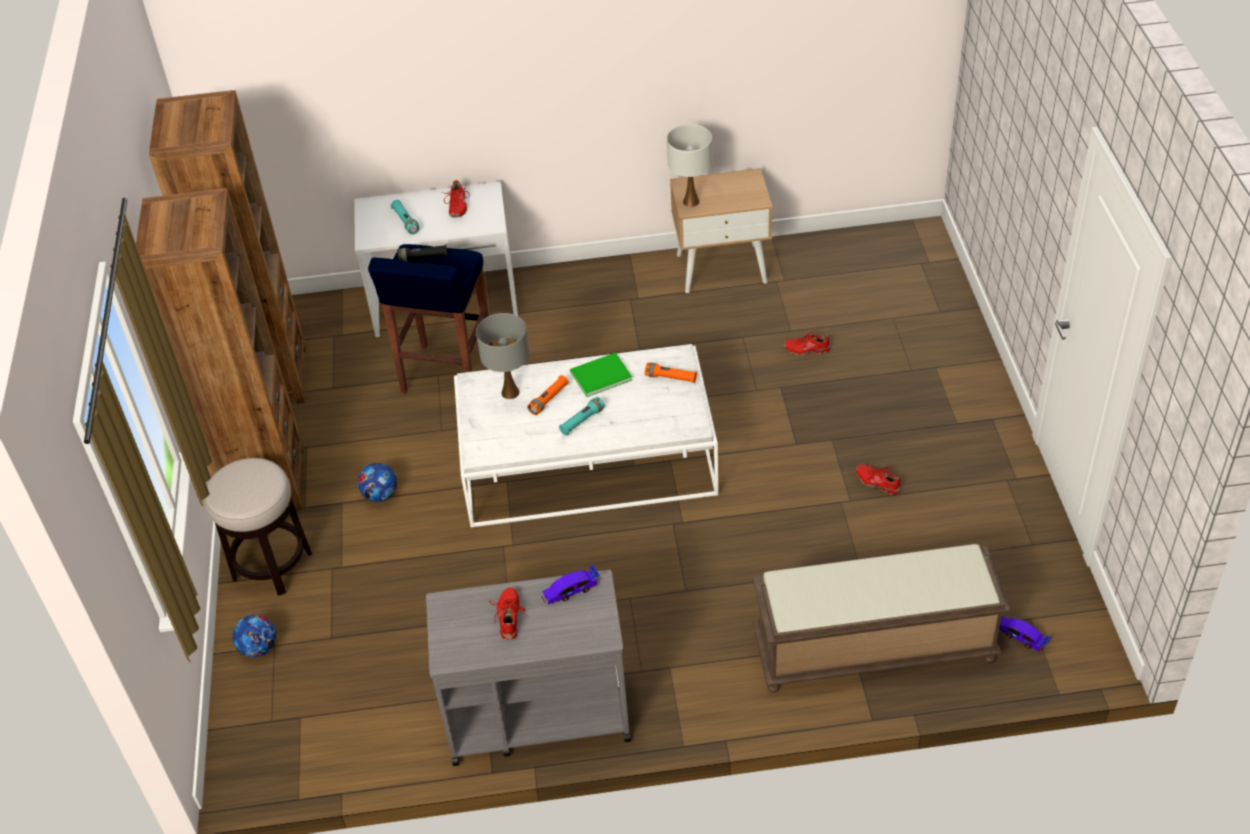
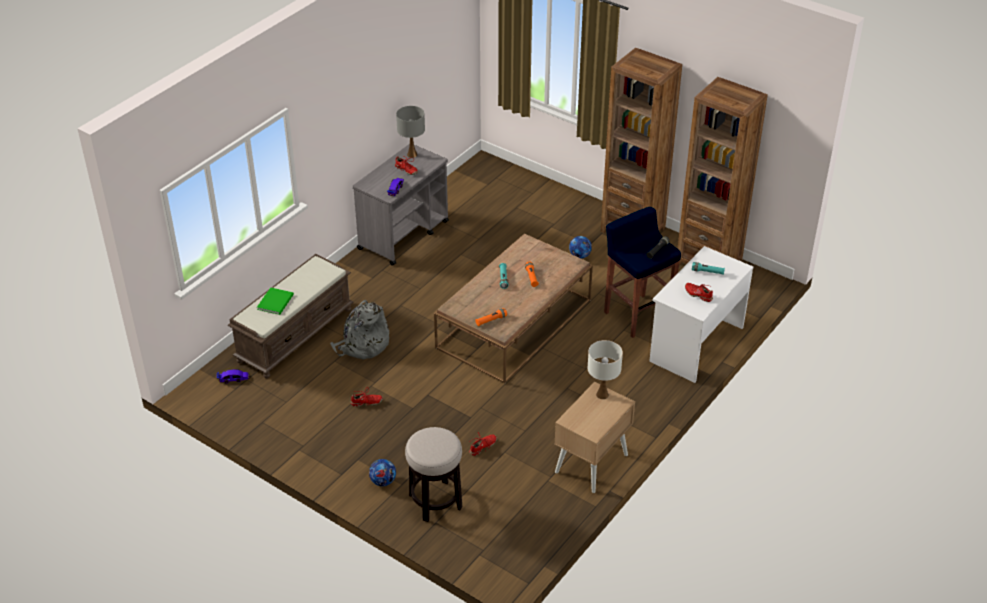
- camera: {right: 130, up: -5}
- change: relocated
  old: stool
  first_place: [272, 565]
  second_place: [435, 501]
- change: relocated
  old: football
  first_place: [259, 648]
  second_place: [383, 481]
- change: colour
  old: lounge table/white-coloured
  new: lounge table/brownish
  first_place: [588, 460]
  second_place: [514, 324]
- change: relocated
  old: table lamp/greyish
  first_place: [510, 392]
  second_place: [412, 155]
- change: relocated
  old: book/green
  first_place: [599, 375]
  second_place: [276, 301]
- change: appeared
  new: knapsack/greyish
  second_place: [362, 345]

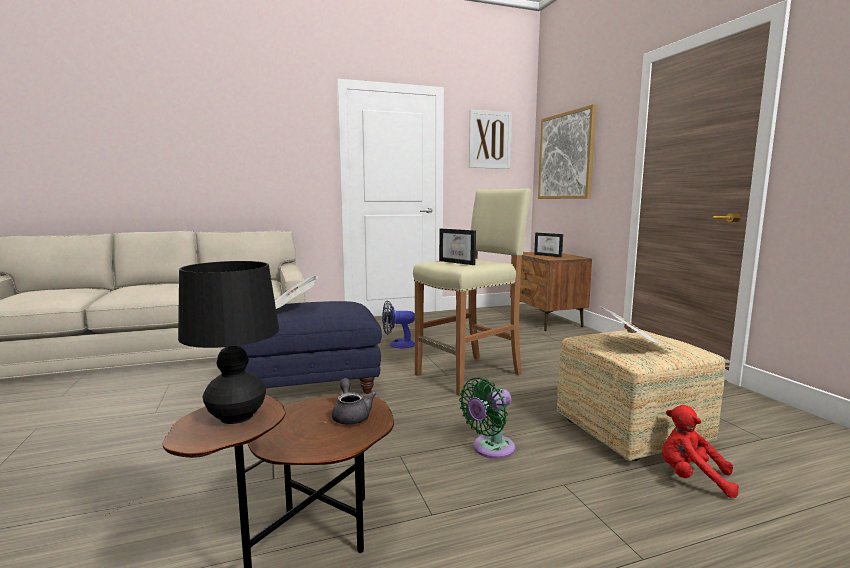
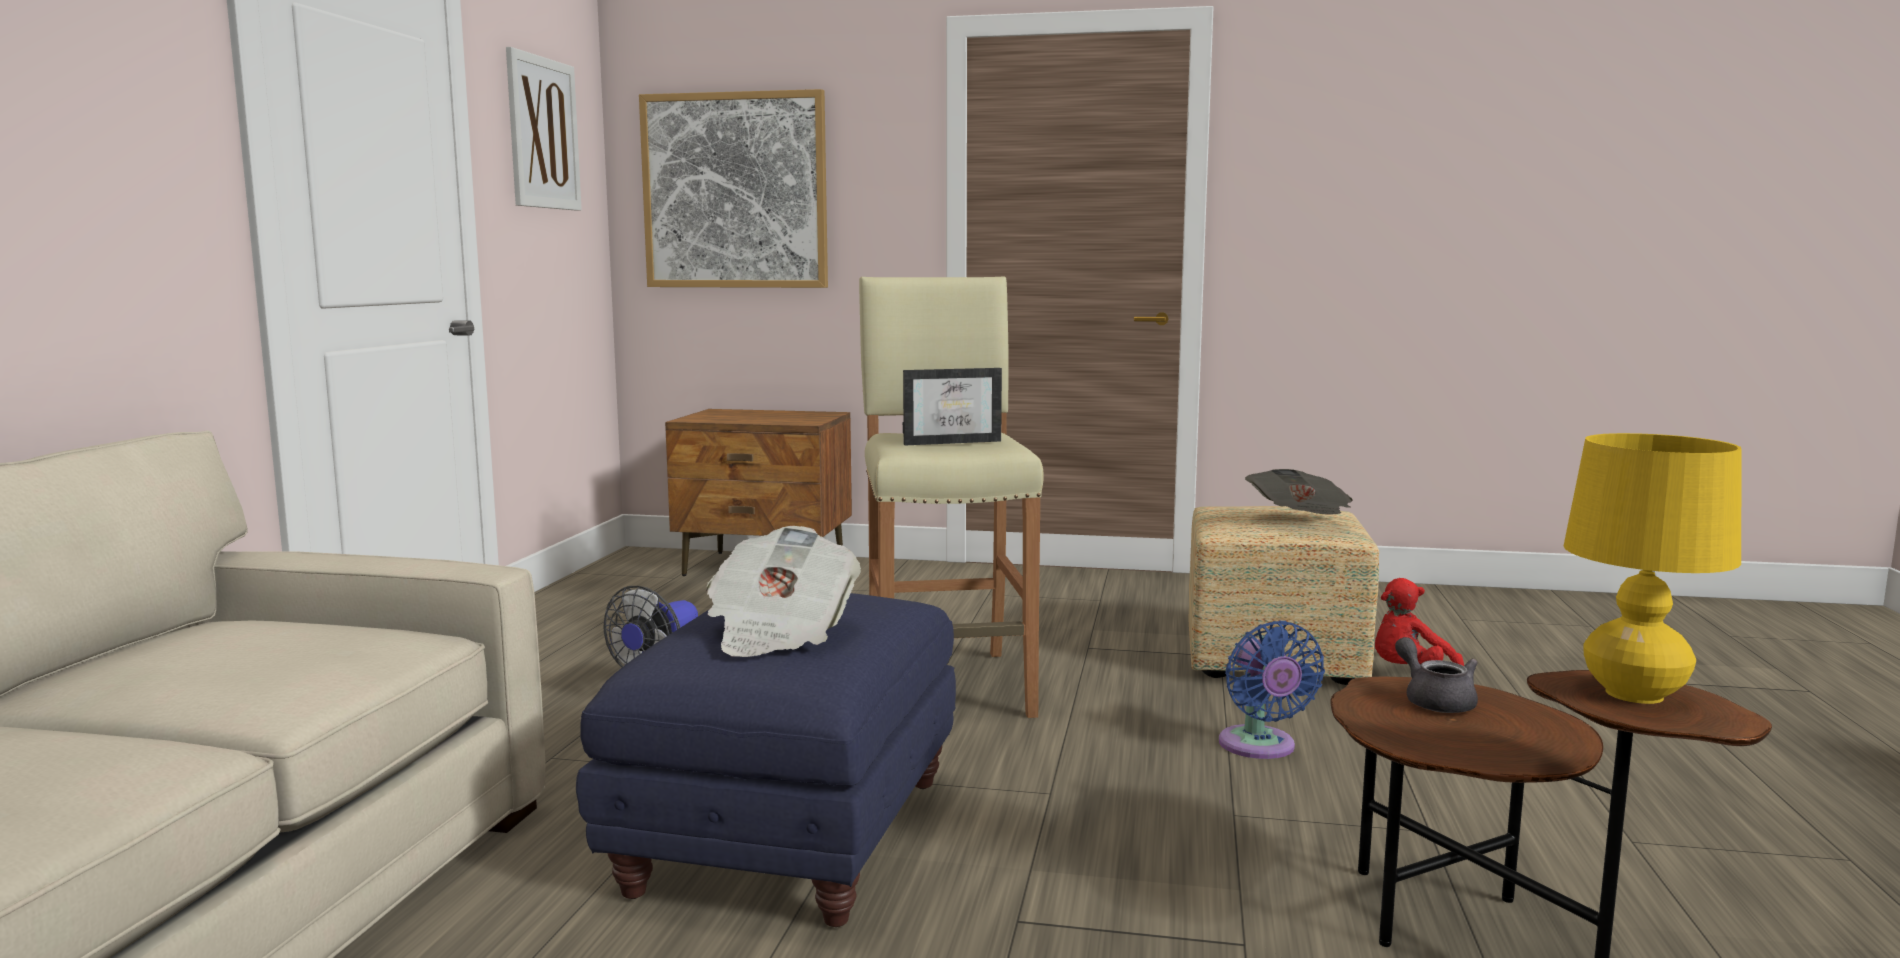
- camera: {right: -60, up: 0}
- change: colour
  old: table lamp/blackish
  new: table lamp/yellow
  first_place: [236, 416]
  second_place: [1634, 694]
- change: spun
  old: pot for tea/greyish
  first_place: [351, 415]
  second_place: [1435, 701]
  degrees: 60
- change: colour
  old: fan/green
  new: fan/bluish
  first_place: [490, 449]
  second_place: [1260, 747]
- change: missing
  old: picture frame
  first_place: [550, 255]

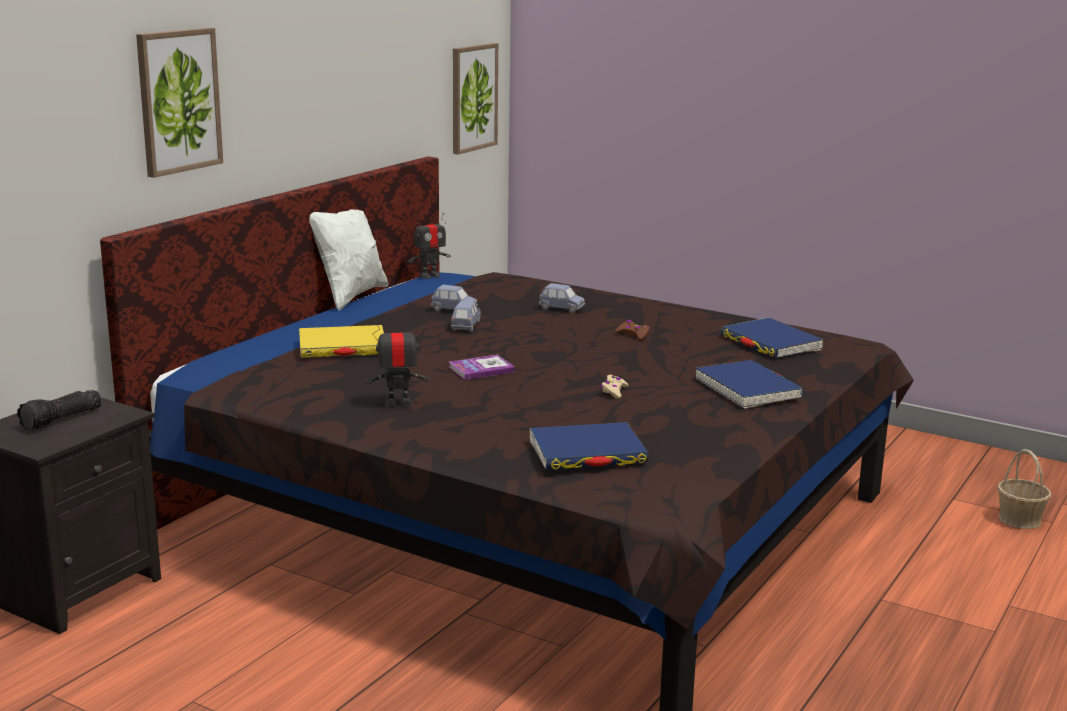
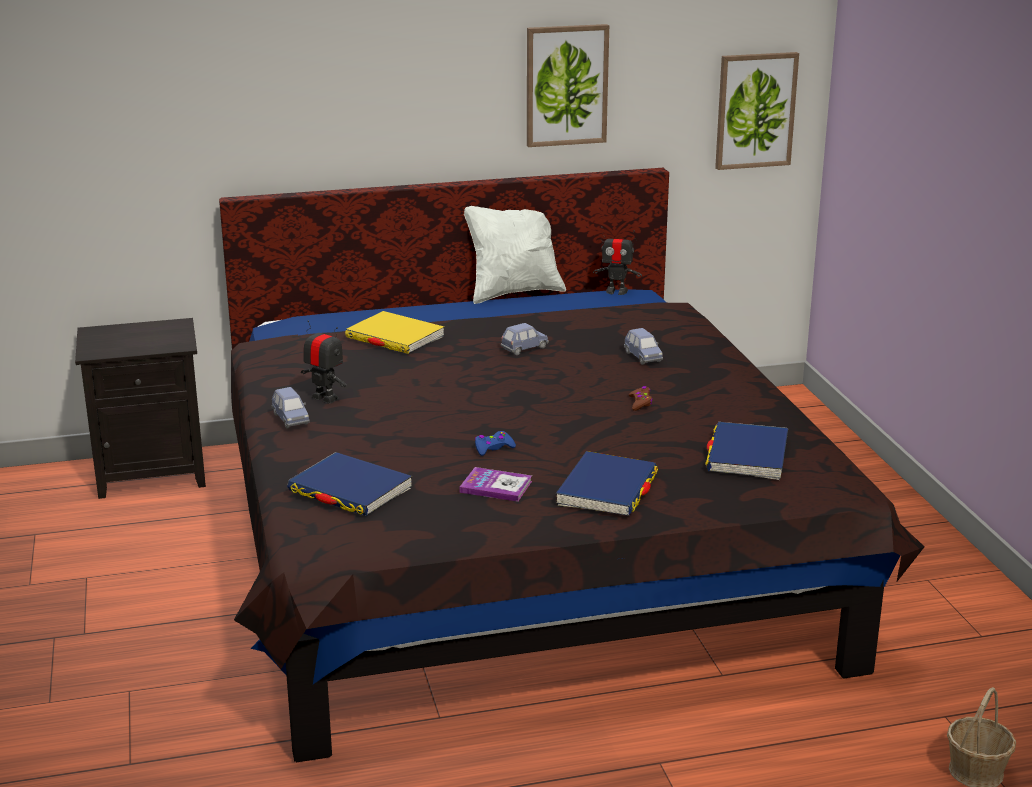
- camera: {right: 45, up: 5}
- change: missing
  old: hand torch
  first_place: [62, 420]
- change: relocated
  old: wall art
  first_place: [178, 101]
  second_place: [566, 85]
- change: relocated
  old: toy car/bluish
  first_place: [454, 310]
  second_place: [290, 419]
- change: relocated
  old: book
  first_place: [481, 369]
  second_place: [496, 486]
- change: colour
  old: game controller/beige-coloured
  new: game controller/bluish
  first_place: [613, 391]
  second_place: [493, 448]

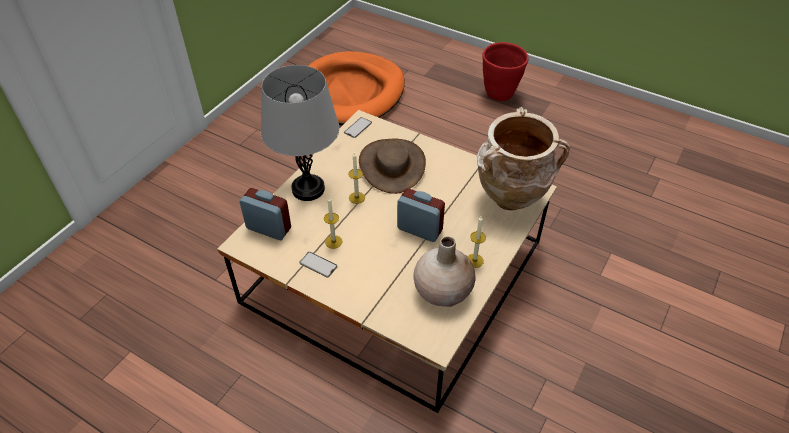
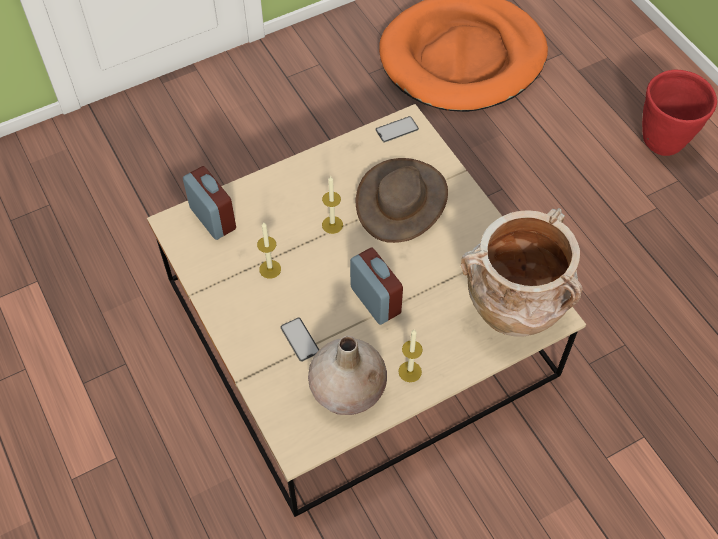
- camera: {right: 30, up: 10}
- change: missing
  old: table lamp/greyish
  first_place: [308, 189]
- change: relocated
  old: telephone
  first_place: [318, 264]
  second_place: [300, 339]

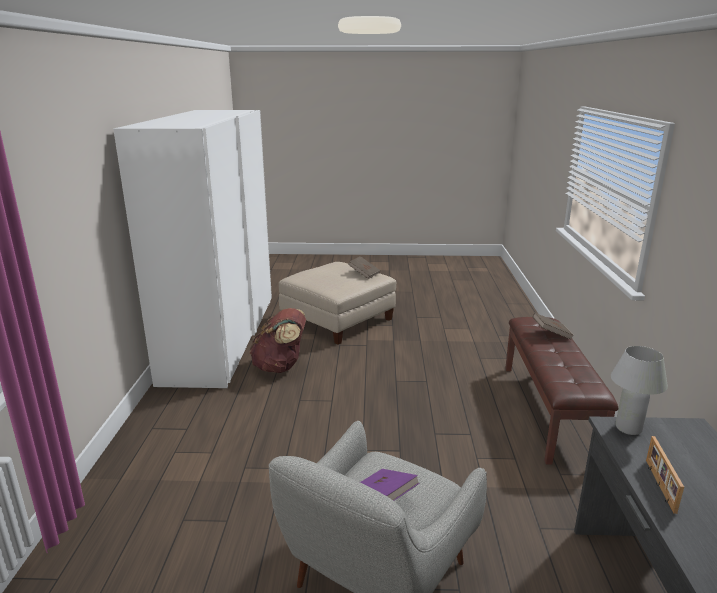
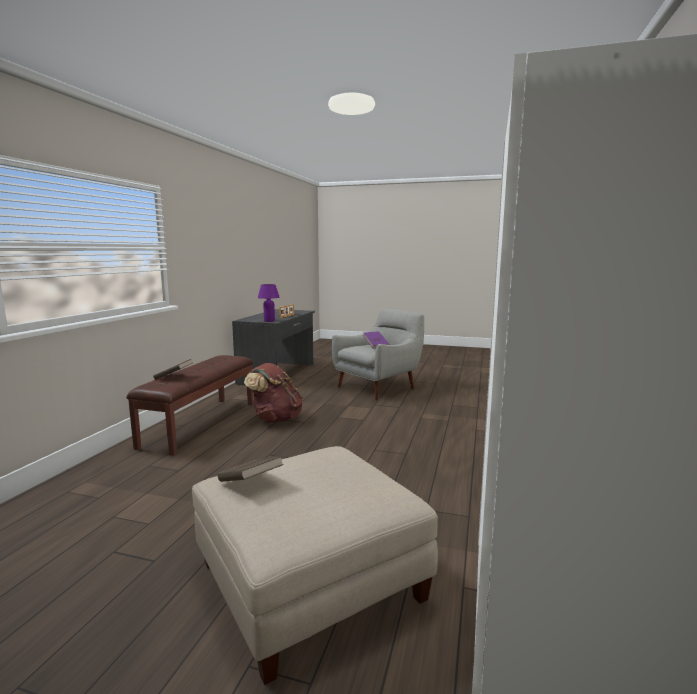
- camera: {right: -165, up: -10}
- change: relocated
  old: knapsack/brownish
  first_place: [280, 367]
  second_place: [275, 419]
- change: colour
  old: table lamp/white-coloured
  new: table lamp/purplish
  first_place: [628, 428]
  second_place: [269, 321]

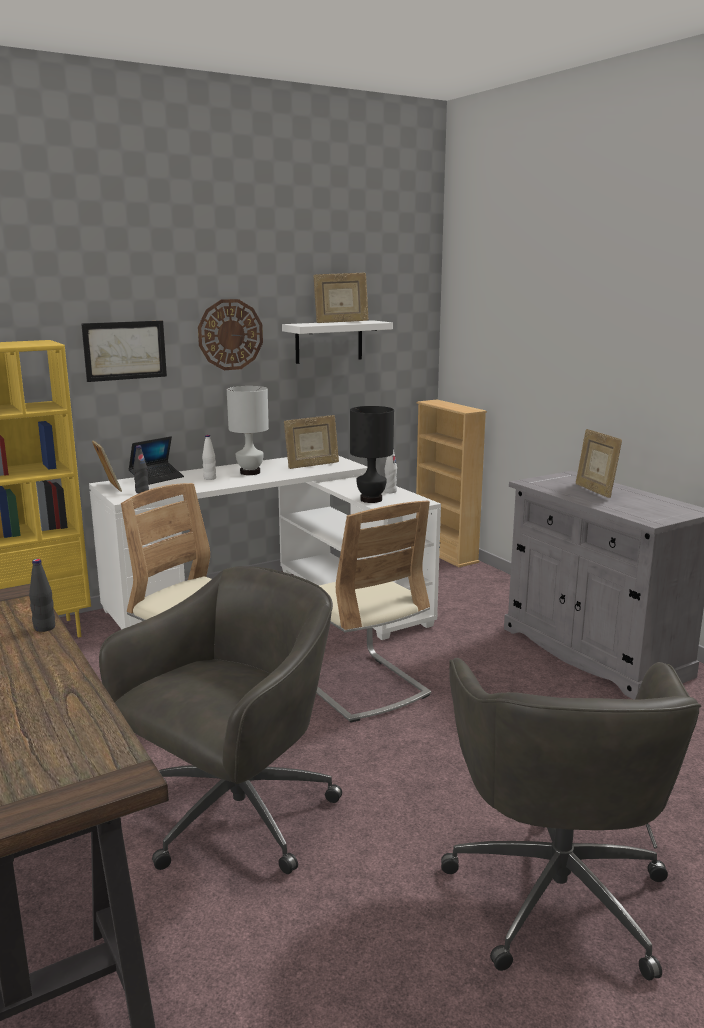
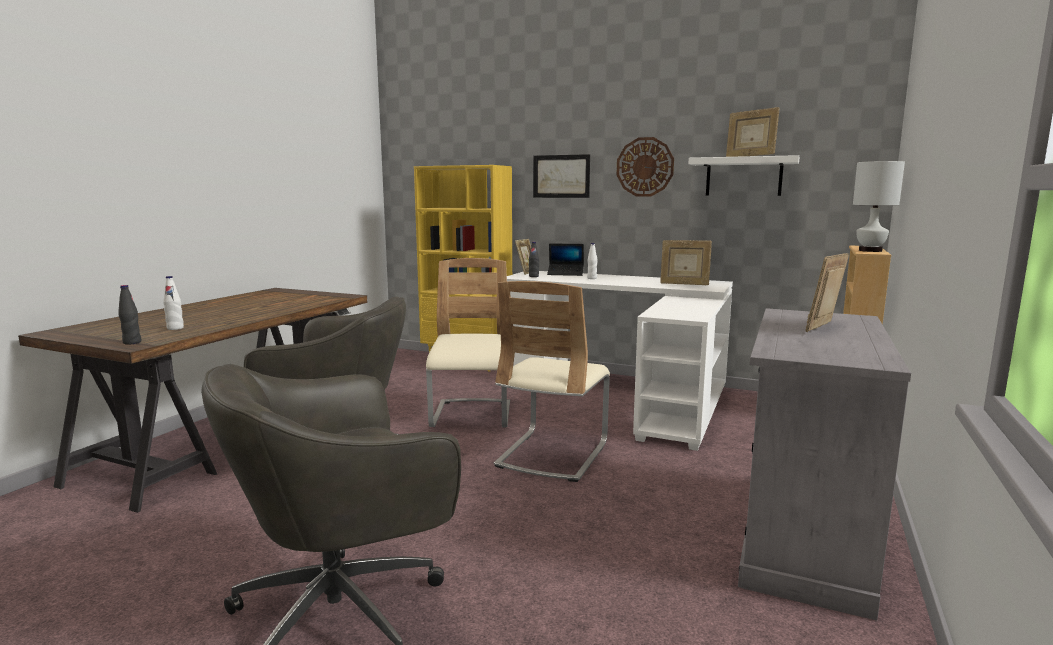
- camera: {right: 55, up: -5}
- change: relocated
  old: beverage bottle/blackish
  first_place: [44, 628]
  second_place: [132, 342]
- change: relocated
  old: table lamp/white-coloured
  first_place: [250, 472]
  second_place: [870, 250]
- change: missing
  old: table lamp/blackish
  first_place: [371, 499]
- change: relocated
  old: beverage bottle/white-coloured
  first_place: [390, 491]
  second_place: [175, 328]

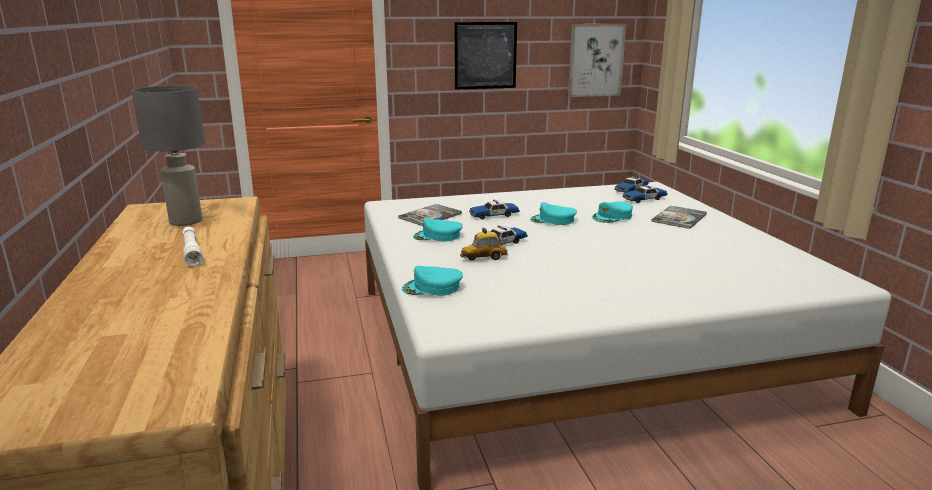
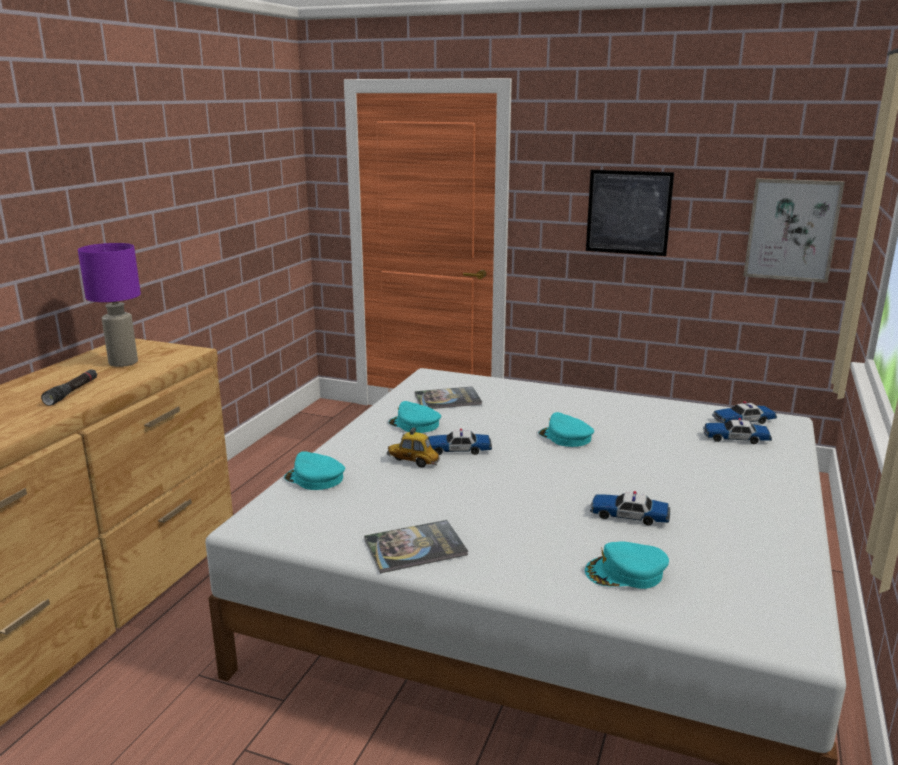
- camera: {right: 35, up: 0}
- change: colour
  old: table lamp/greyish
  new: table lamp/purplish
  first_place: [186, 221]
  second_place: [124, 362]
- change: colour
  old: hand torch/white-coloured
  new: hand torch/blackish
  first_place: [192, 252]
  second_place: [72, 392]
- change: relocated
  old: toy car
  first_place: [494, 215]
  second_place: [629, 516]
- change: relocated
  old: peaked cap/turquoise-coloured
  first_place: [612, 217]
  second_place: [626, 573]
- change: relocated
  old: book
  first_place: [679, 218]
  second_place: [415, 547]

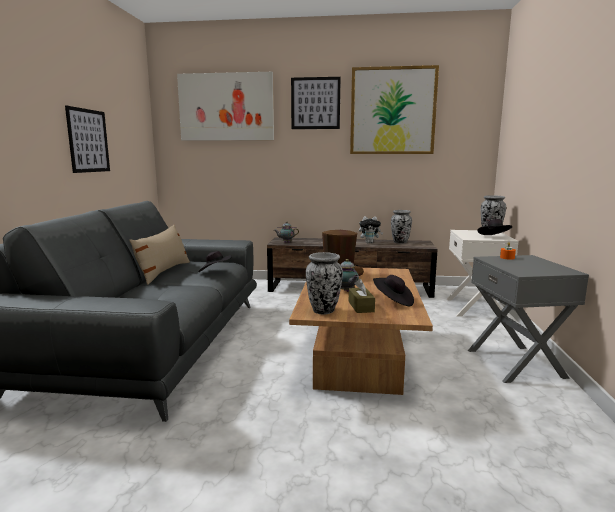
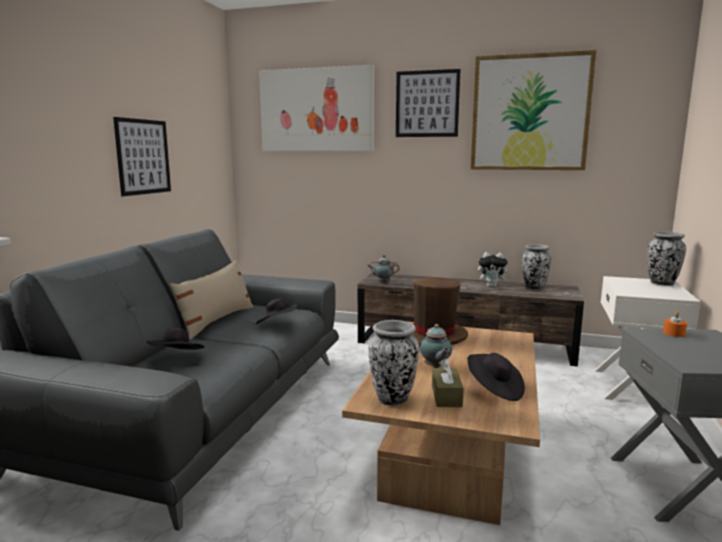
- camera: {right: 10, up: 0}
- change: relocated
  old: wearable hat/blackish
  first_place: [494, 237]
  second_place: [177, 358]

